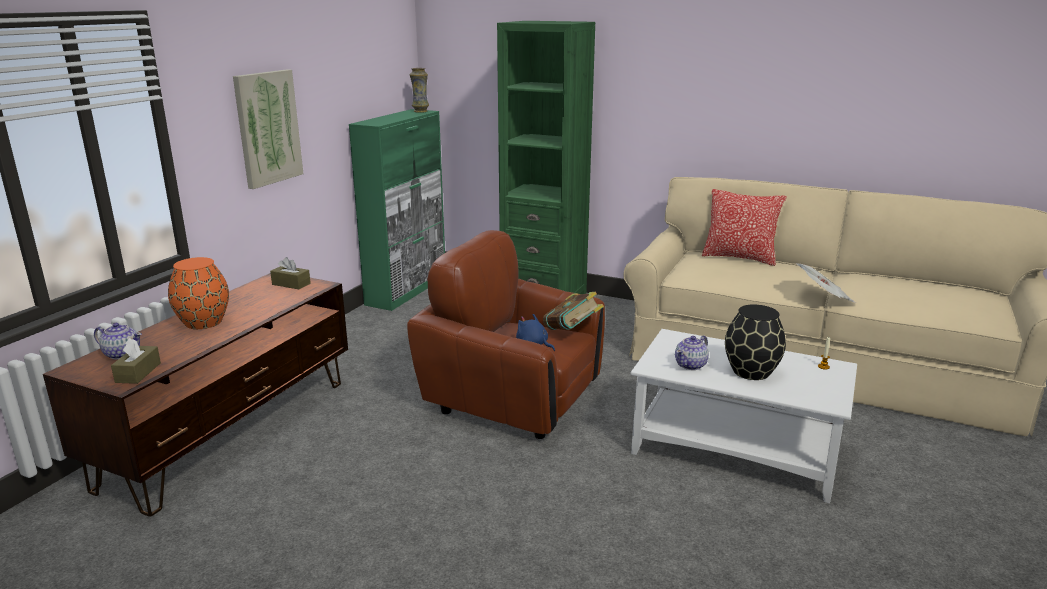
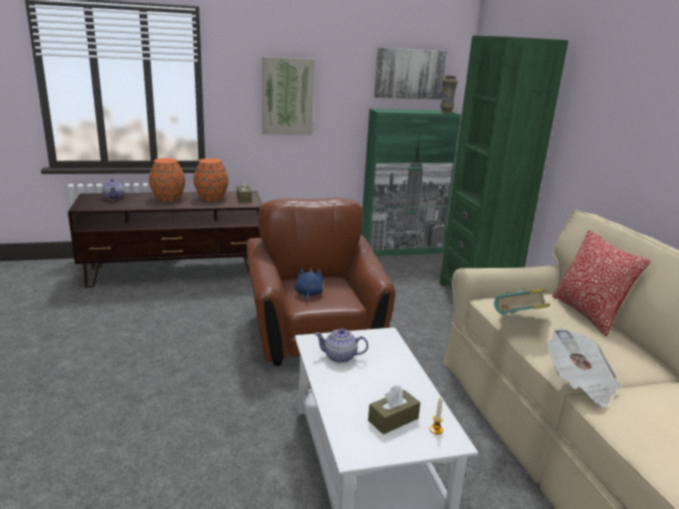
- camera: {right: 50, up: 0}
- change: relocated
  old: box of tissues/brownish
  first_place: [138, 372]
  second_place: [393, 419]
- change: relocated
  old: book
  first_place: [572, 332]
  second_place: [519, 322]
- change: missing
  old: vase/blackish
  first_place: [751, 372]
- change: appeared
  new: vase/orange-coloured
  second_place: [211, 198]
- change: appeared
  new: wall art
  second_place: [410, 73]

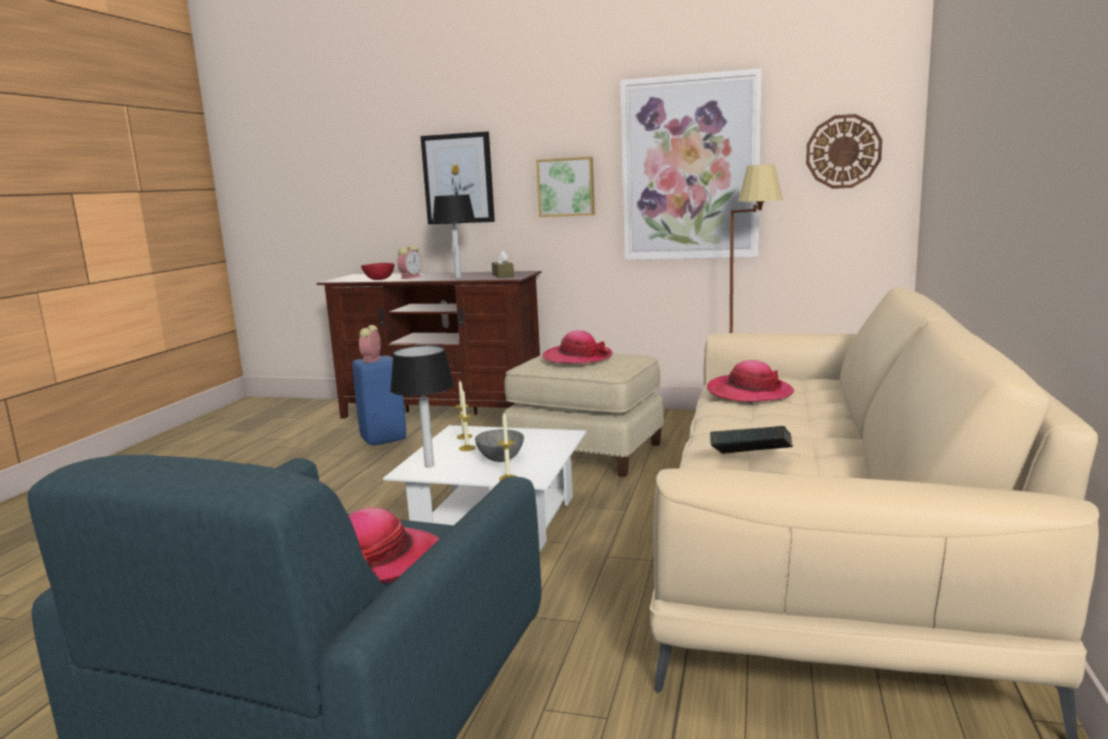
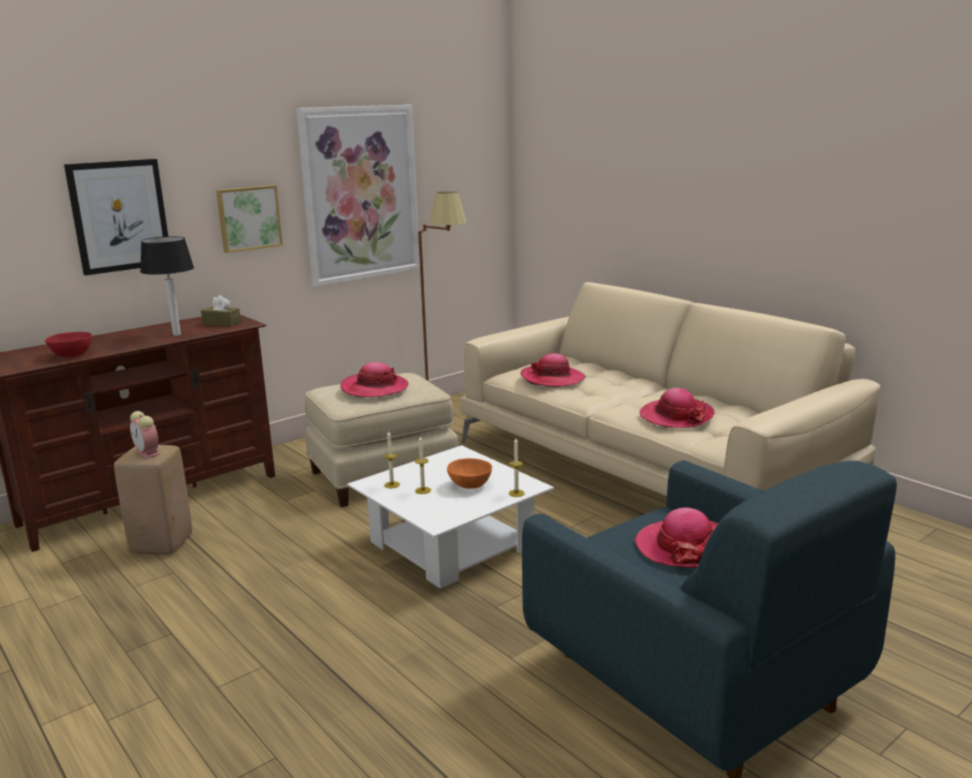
- camera: {right: -55, up: 5}
- change: colour
  old: stool/bluish
  new: stool/beige-coloured
  first_place: [383, 439]
  second_place: [162, 545]
- change: missing
  old: table lamp
  first_place: [429, 466]
- change: missing
  old: table clock
  first_place: [411, 277]
- change: colour
  old: bowl/greyish
  new: bowl/orange-coloured
  first_place: [500, 458]
  second_place: [469, 485]
- change: exchanged
  old: book
  new: wearable hat
  first_place: [751, 462]
  second_place: [676, 416]
- change: missing
  old: wall clock
  first_place: [843, 151]

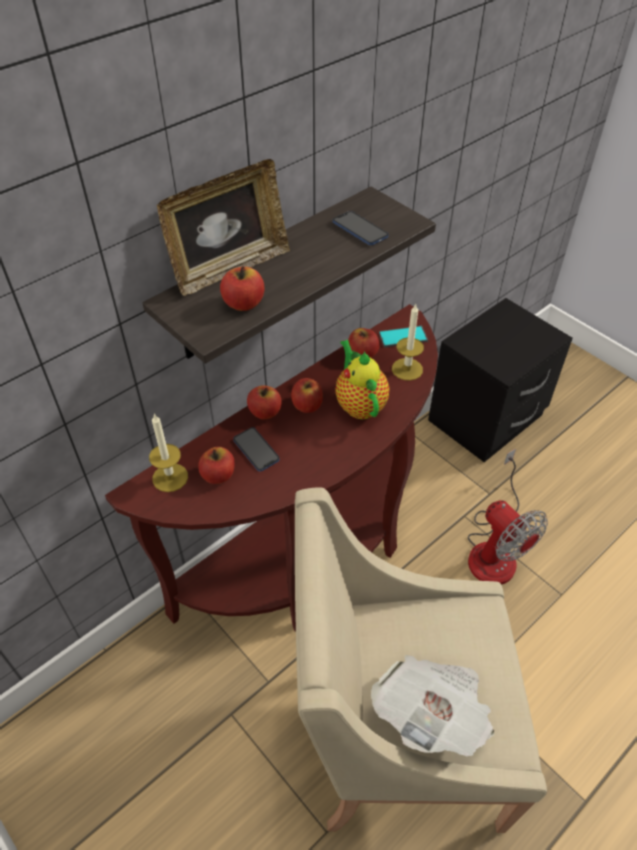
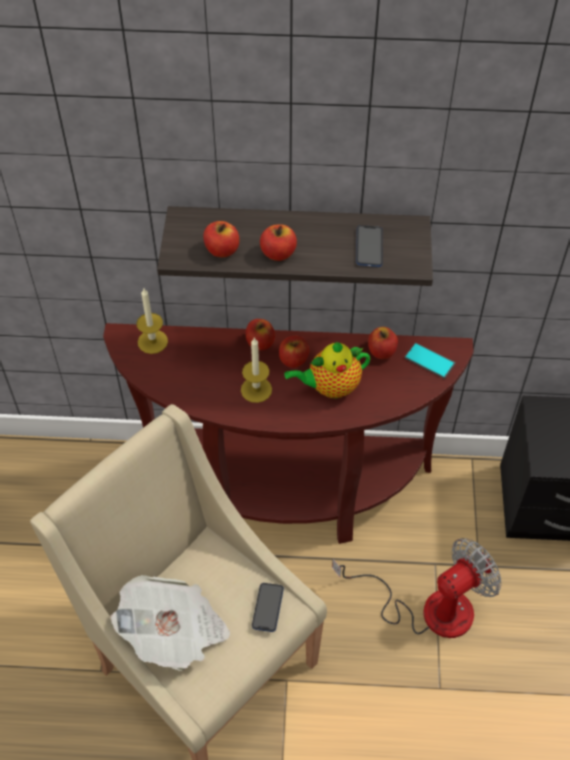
- camera: {right: 45, up: 5}
- change: missing
  old: picture frame
  first_place: [229, 268]
- change: relocated
  old: whole apple
  first_place: [218, 475]
  second_place: [278, 253]
- change: relocated
  old: telephone
  first_place: [256, 450]
  second_place: [267, 607]
- change: spun
  old: pot for tea
  first_place: [359, 404]
  second_place: [330, 387]
  degrees: -135
- change: relocated
  old: wax light
  first_place: [407, 369]
  second_place: [256, 389]
- change: spun
  old: fan
  first_place: [494, 548]
  second_place: [428, 608]
  degrees: -135

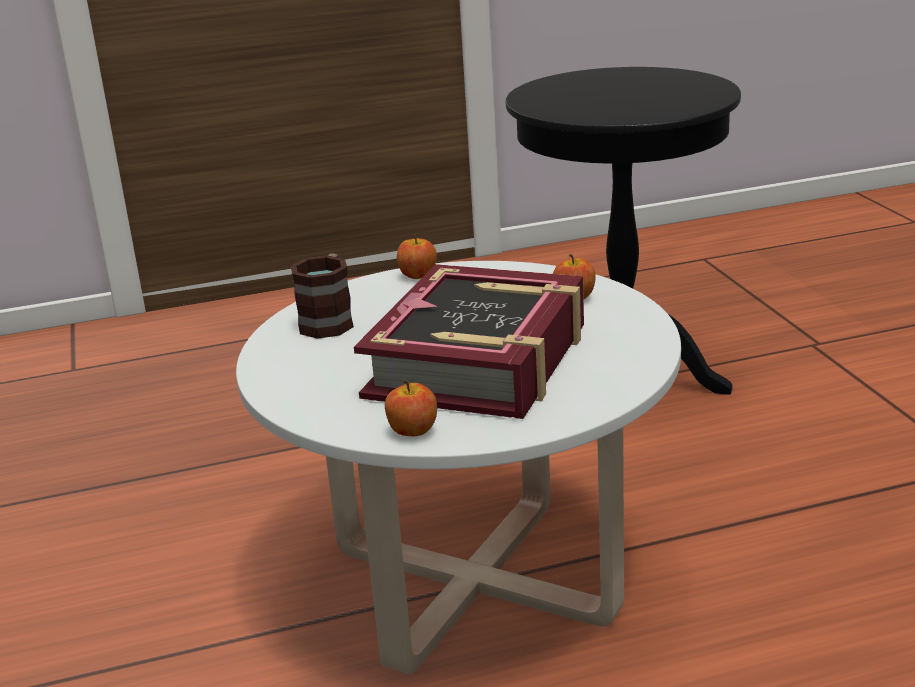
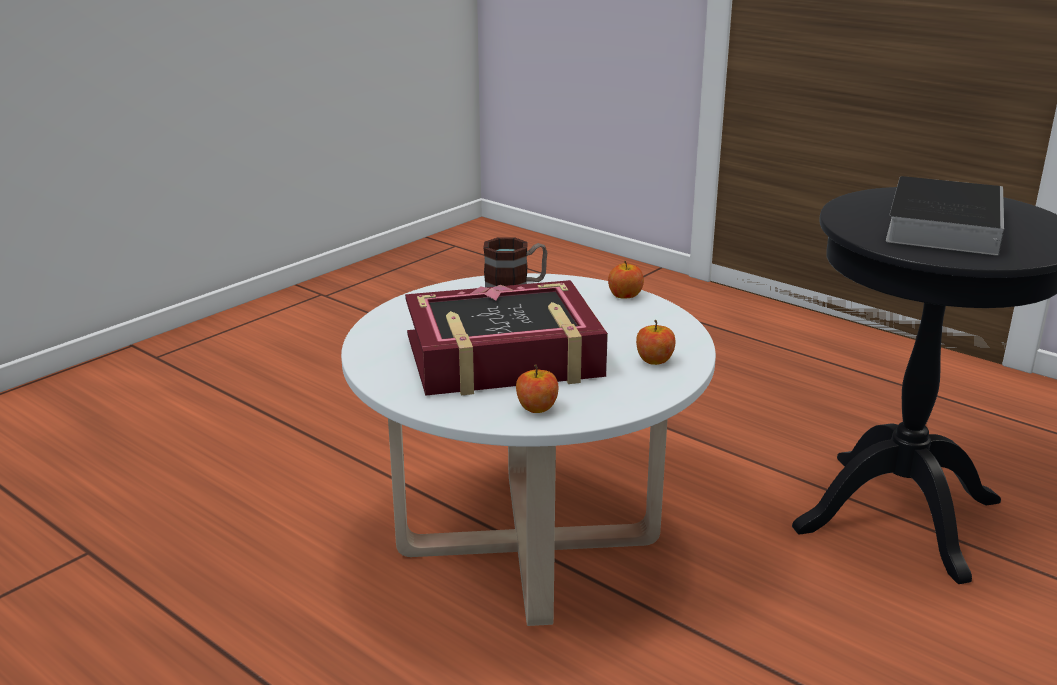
- camera: {right: 55, up: 0}
- change: relocated
  old: whole apple
  first_place: [412, 431]
  second_place: [537, 408]
- change: appeared
  new: book
  second_place: [943, 224]

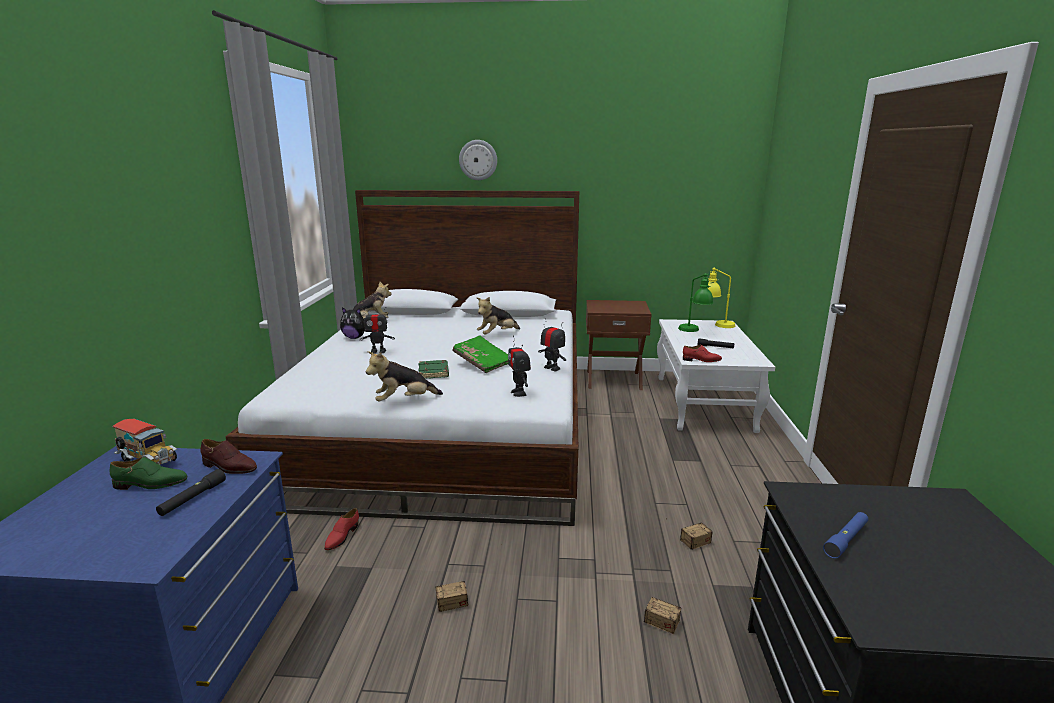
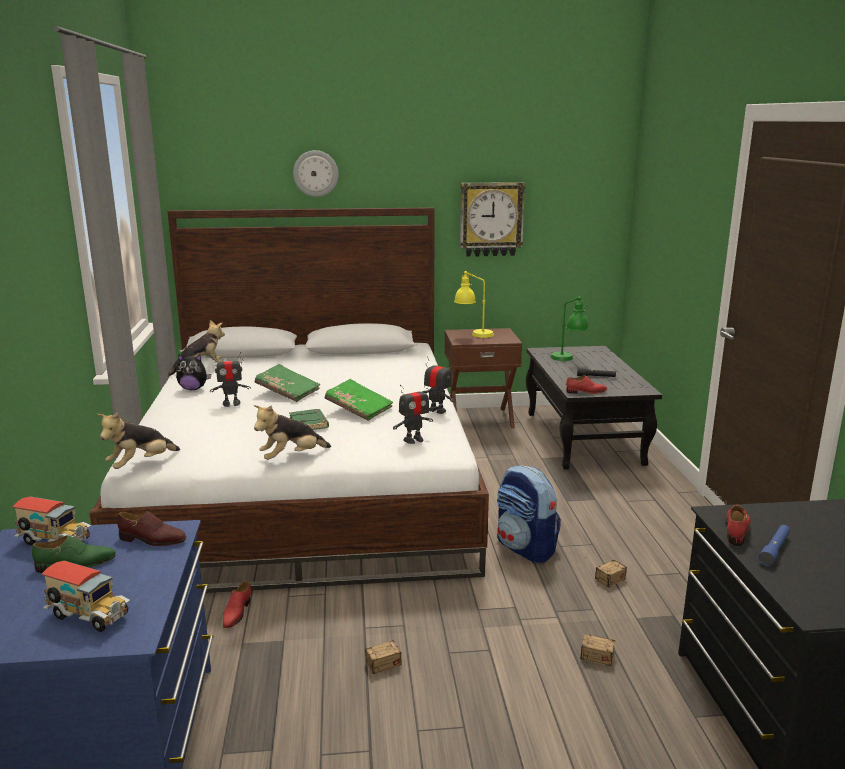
- camera: {right: -10, up: 0}
- change: missing
  old: hand torch/blackish
  first_place: [193, 498]
- change: relocated
  old: plush toy
  first_place: [497, 335]
  second_place: [141, 464]
- change: spun
  old: toy robot
  first_place: [519, 393]
  second_place: [413, 440]
  degrees: -90
- change: colour
  old: lounge table/white-coloured
  new: lounge table/blackish
  first_place: [703, 402]
  second_place: [582, 437]
- change: relocated
  old: table lamp/yellow
  first_place: [716, 325]
  second_place: [473, 335]
- change: appeared
  new: toy lorry
  second_place: [88, 617]
- change: appeared
  new: book/green
  second_place: [287, 392]
- change: appeared
  new: wall clock
  second_place: [491, 219]
- change: appeared
  new: knapsack
  second_place: [525, 548]
- change: appeared
  new: low shoe/red
  second_place: [736, 529]

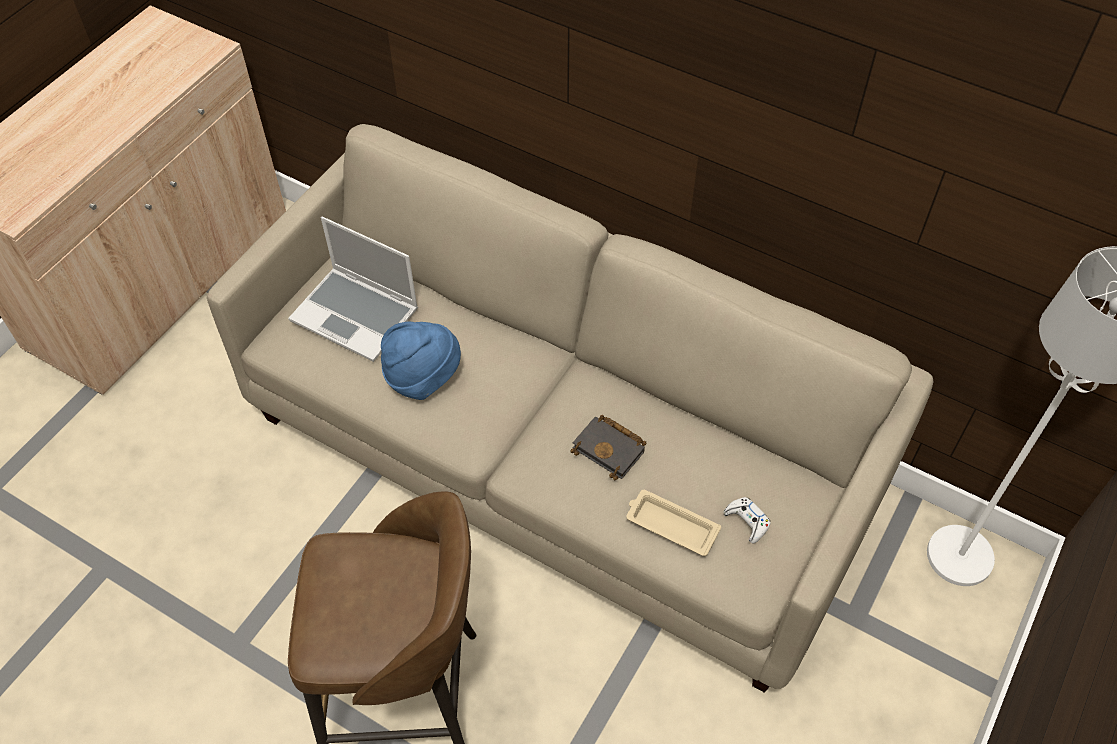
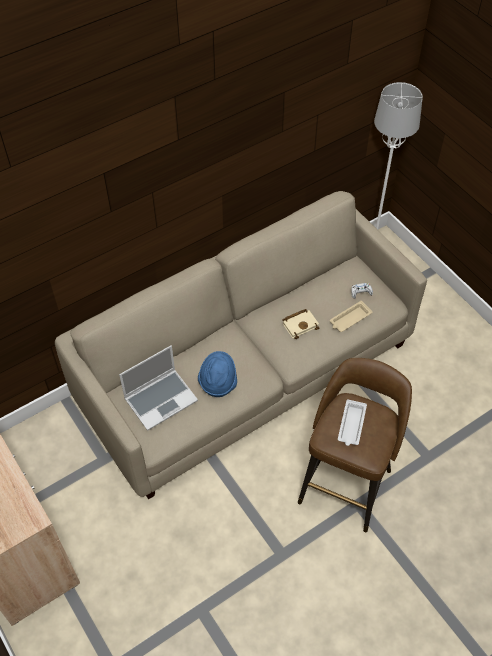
- camera: {right: -65, up: 0}
- change: colour
  old: book/blackish
  new: book/beige-coloured
  first_place: [611, 449]
  second_place: [300, 324]
- change: appeared
  new: tray/white-coloured
  second_place: [351, 425]

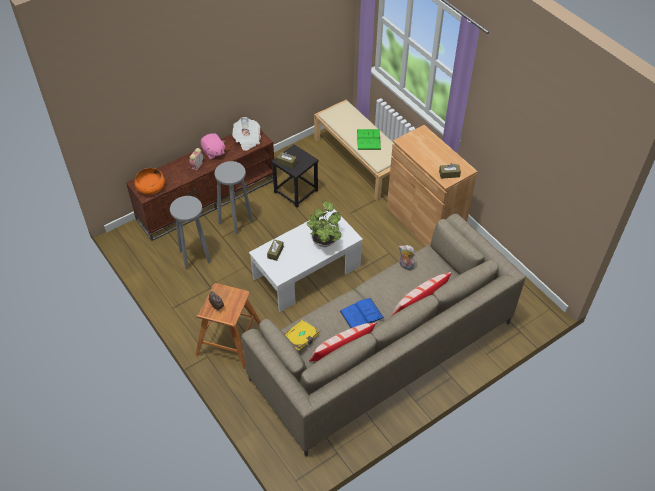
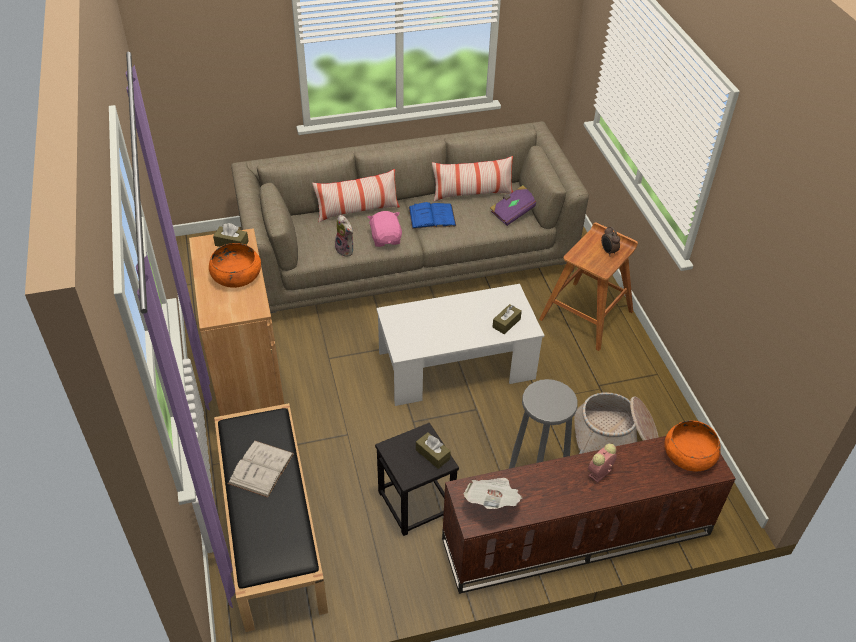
- camera: {right: -160, up: -5}
- change: exchanged
  old: stool/greyish
  new: household basket
  first_place: [195, 256]
  second_place: [614, 438]
- change: relocated
  old: plush toy/pink
  first_place: [213, 152]
  second_place: [386, 239]
- change: colour
  old: book/yellow
  new: book/purplish
  first_place: [301, 339]
  second_place: [513, 212]
- change: missing
  old: houseplant
  first_place: [324, 240]
- change: colour
  old: bench/beige-coloured
  new: bench/blackish
  first_place: [361, 161]
  second_place: [271, 527]
- change: colour
  old: book/green
  new: book/white-coloured
  first_place: [368, 139]
  second_place: [261, 468]
- change: appeared
  new: bowl/orange-coloured
  second_place: [236, 275]

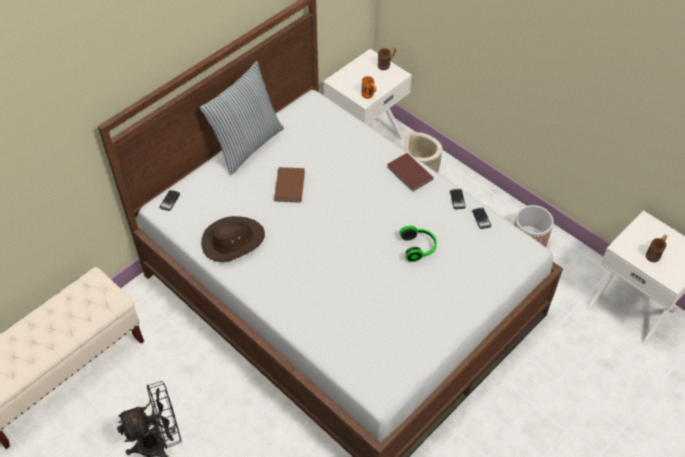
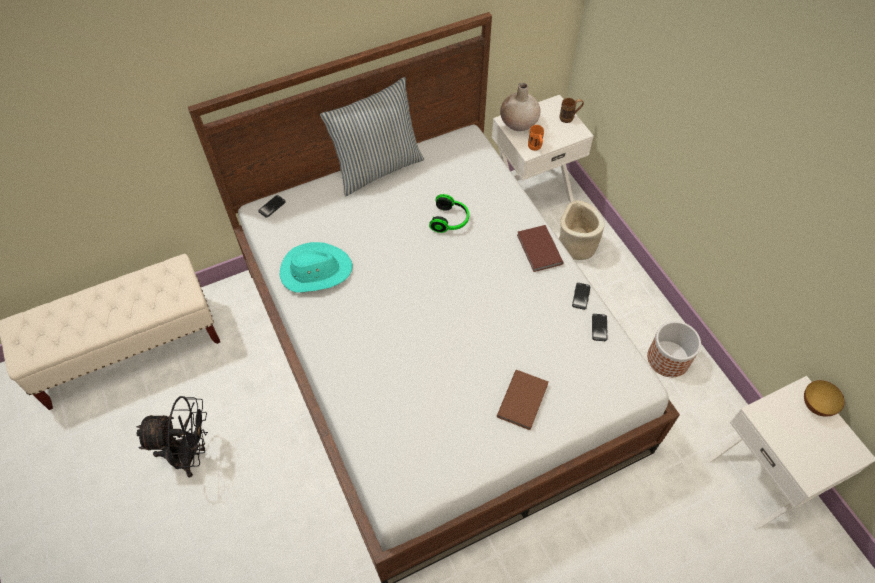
- camera: {right: 20, up: 5}
- change: colour
  old: wearable hat/brownish
  new: wearable hat/turquoise-coloured
  first_place: [233, 241]
  second_place: [315, 270]
- change: relocated
  old: book/brownish
  first_place: [291, 185]
  second_place: [524, 400]
- change: relocated
  old: pair of headphones
  first_place: [418, 248]
  second_place: [450, 220]
- change: missing
  old: mug/brownish
  first_place: [654, 254]
- change: appeared
  new: vase/beige-coloured
  second_place: [518, 123]
- change: appeared
  new: bowl
  second_place: [816, 406]

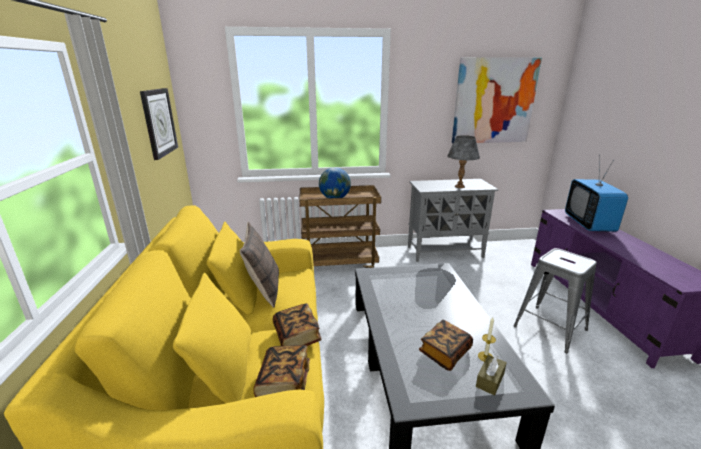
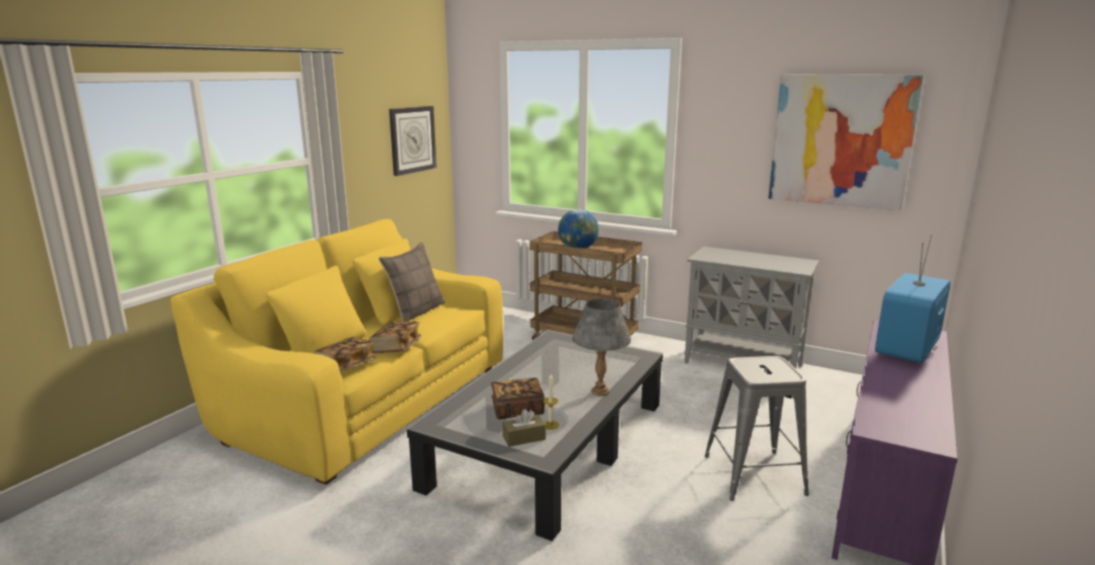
- camera: {right: 35, up: -5}
- change: relocated
  old: table lamp/greyish
  first_place: [459, 186]
  second_place: [600, 391]

